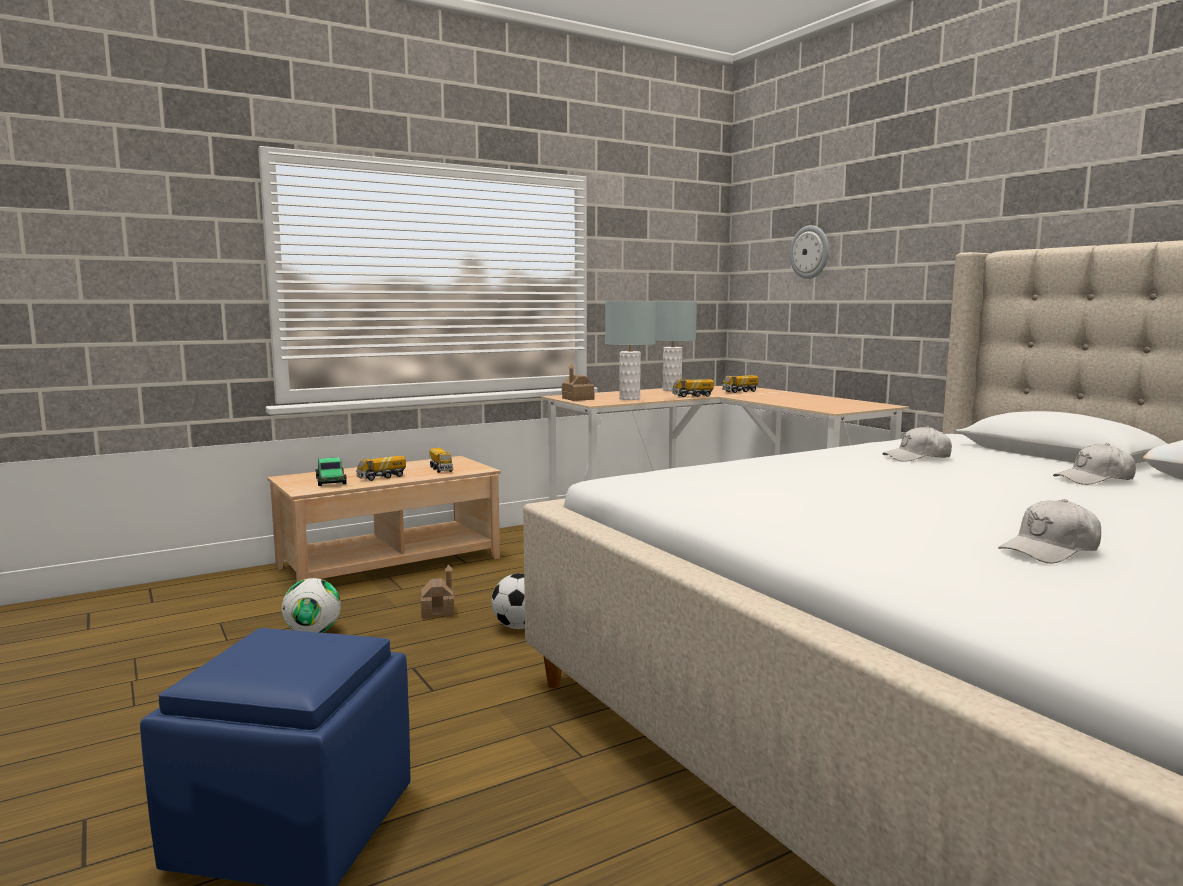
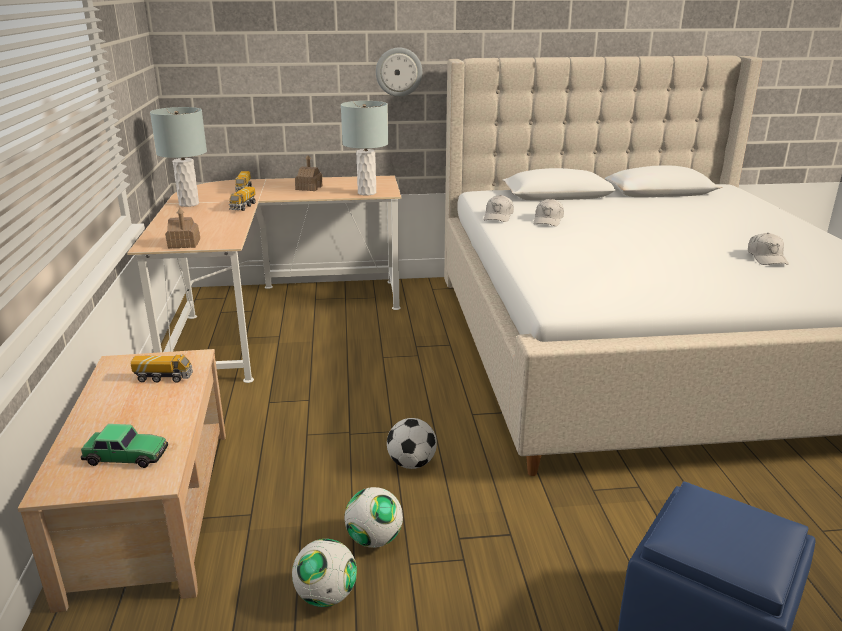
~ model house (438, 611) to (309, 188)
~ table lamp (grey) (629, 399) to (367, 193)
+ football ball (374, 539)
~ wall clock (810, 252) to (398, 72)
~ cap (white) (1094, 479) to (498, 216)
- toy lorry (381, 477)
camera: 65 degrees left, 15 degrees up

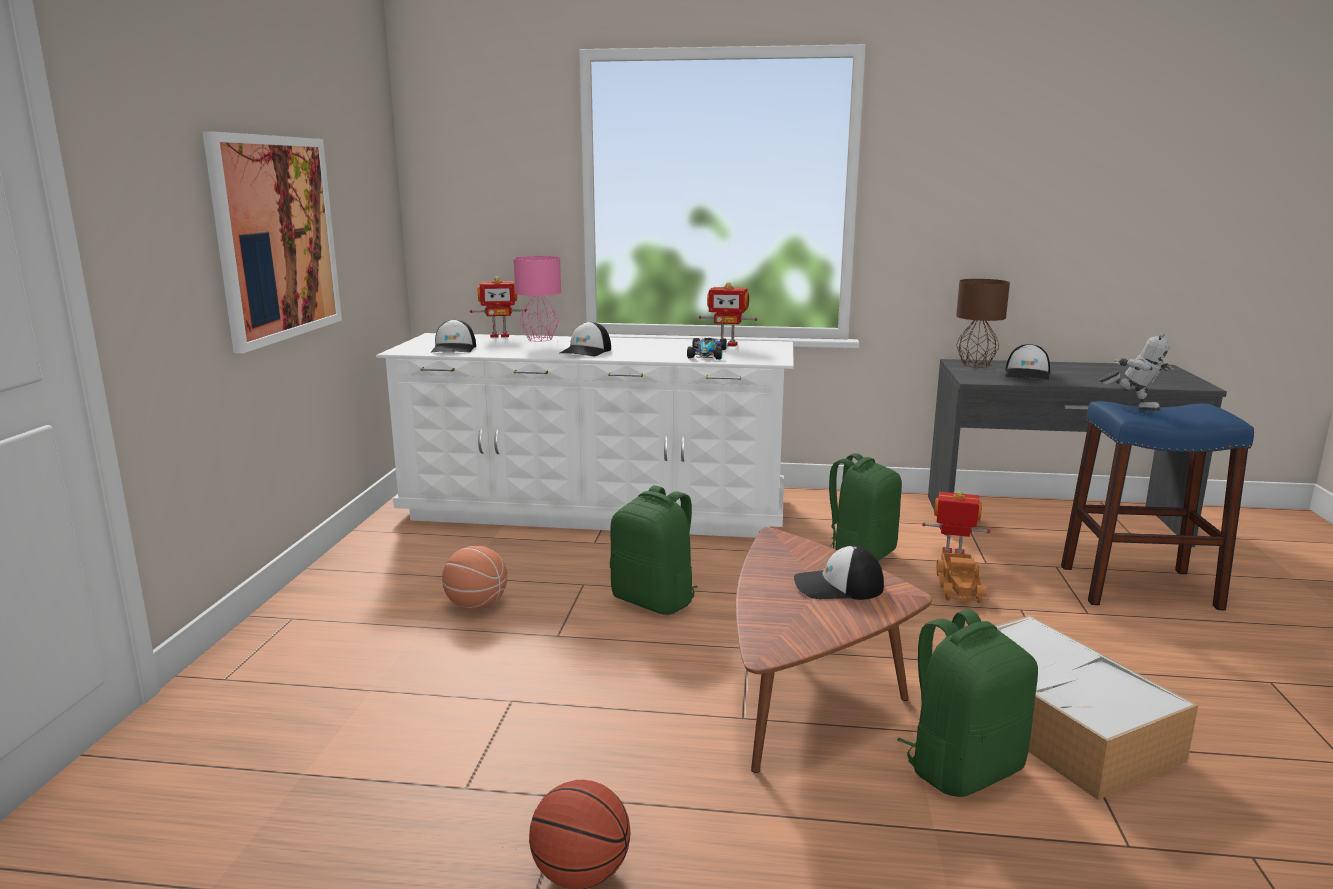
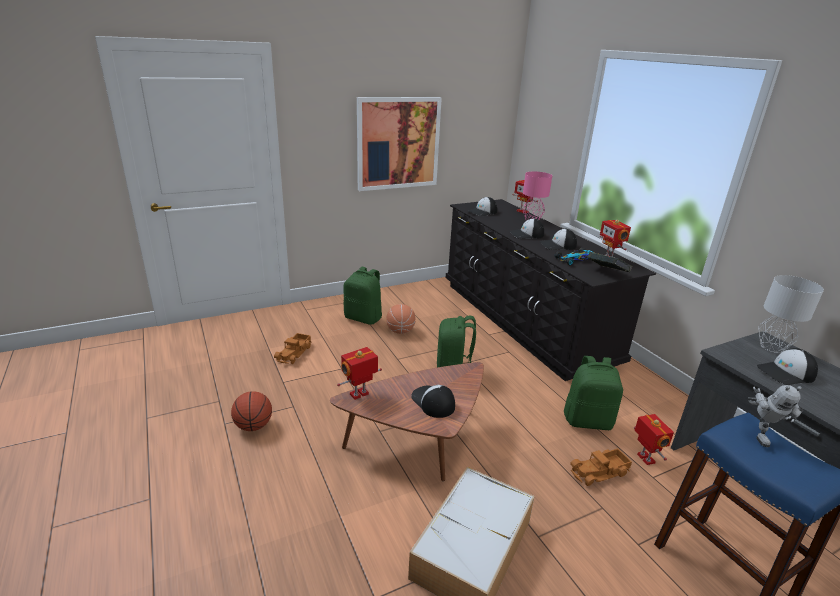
+ toy lorry (294, 353)
+ toy robot (359, 394)
~ knapsack (green-coloured) (962, 768) to (364, 318)
~ chest of drawers (white) (595, 509) to chest of drawers (blackish) (523, 321)
+ cap (558, 245)
+ volume (607, 273)
~ table lamp (brownish) (975, 365) to table lamp (grey) (771, 347)
camera: 55 degrees right, 10 degrees up

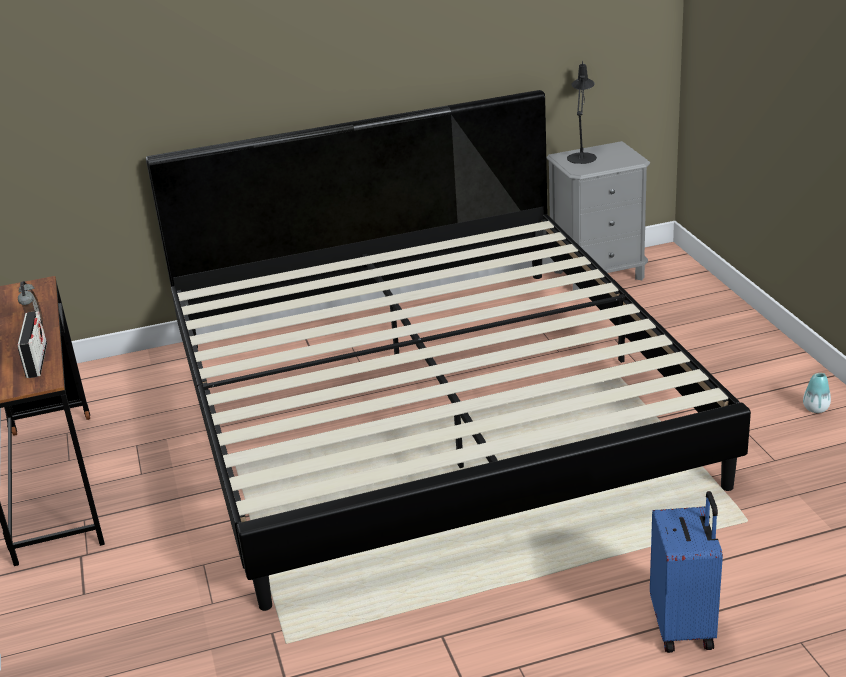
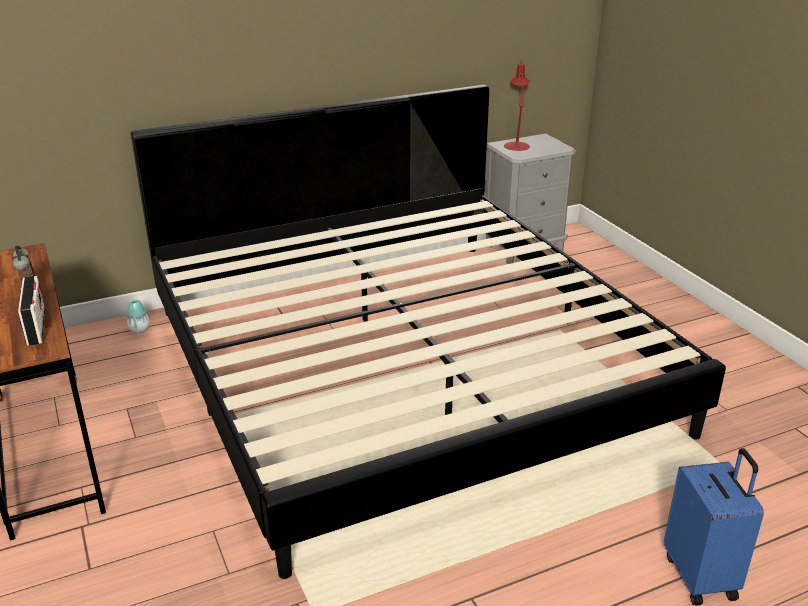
~ flower vase (815, 409) to (139, 330)
~ table lamp (blackish) (582, 156) to table lamp (red) (516, 145)
camera: 10 degrees left, 0 degrees up

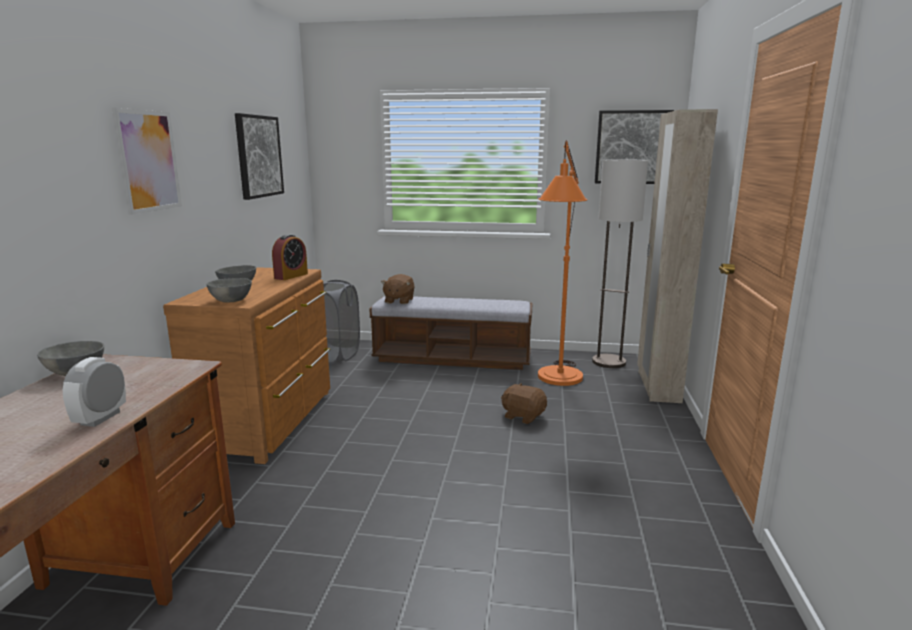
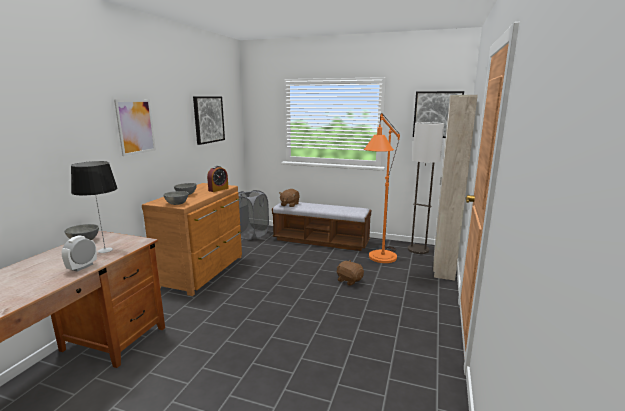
+ table lamp (105, 250)
camera: 10 degrees right, 0 degrees up

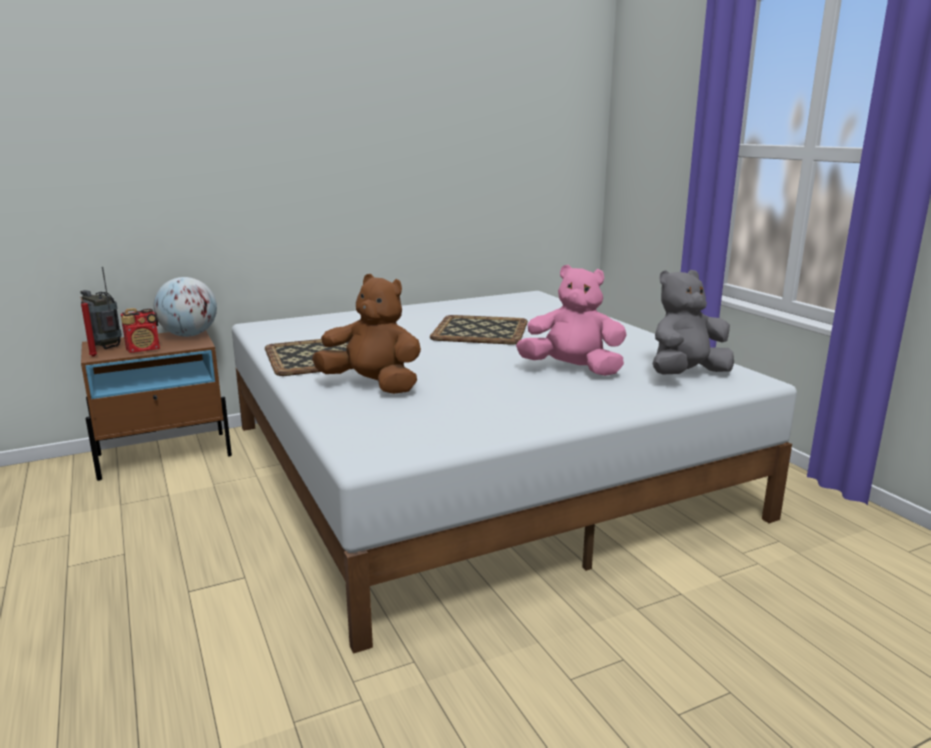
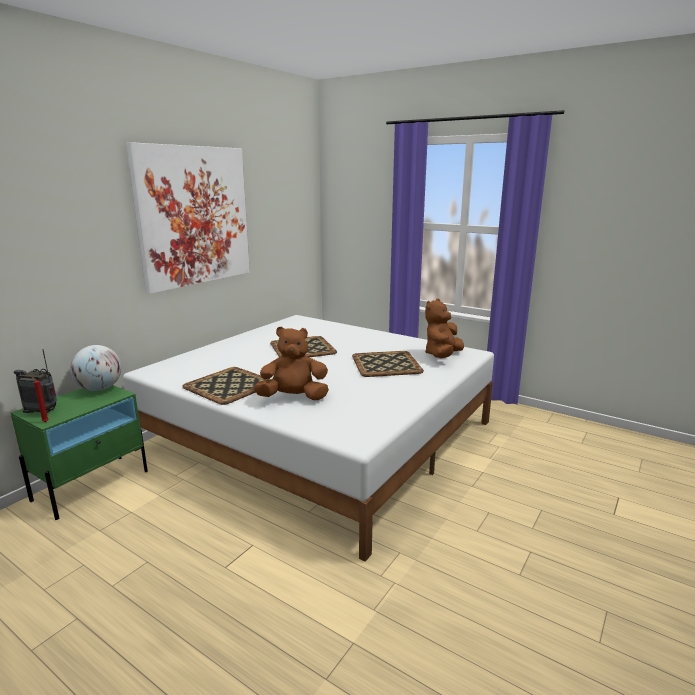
~ night table (brownish) (165, 455) to night table (green-coloured) (92, 485)
+ wall picture (194, 216)
~ cuddly toy (pinkish) (572, 370) to tray (386, 364)
~ cuddly toy (grey) (686, 375) to cuddly toy (brownish) (442, 355)
- radio (144, 349)
camera: 30 degrees left, 0 degrees up

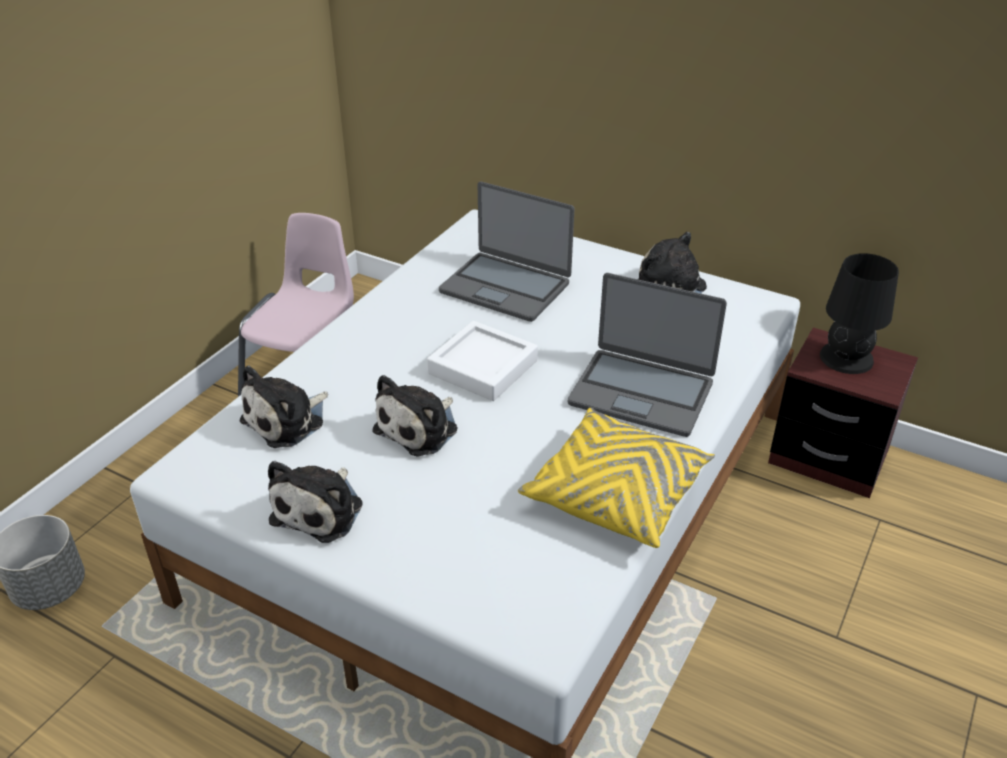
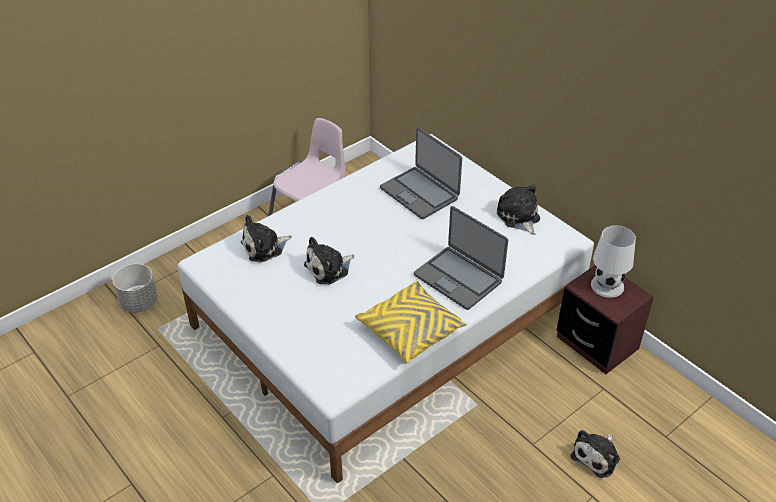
~ cuddly toy (321, 509) to (597, 456)
~ table lamp (blackish) (846, 358) to table lamp (white) (607, 286)
- tray (white) (483, 367)
camera: 20 degrees right, 5 degrees up

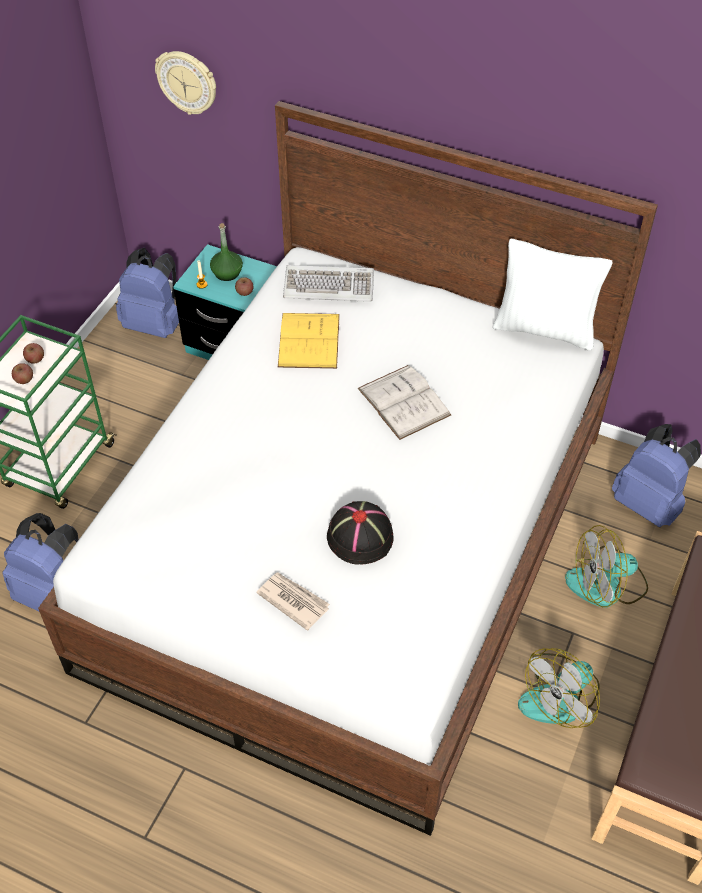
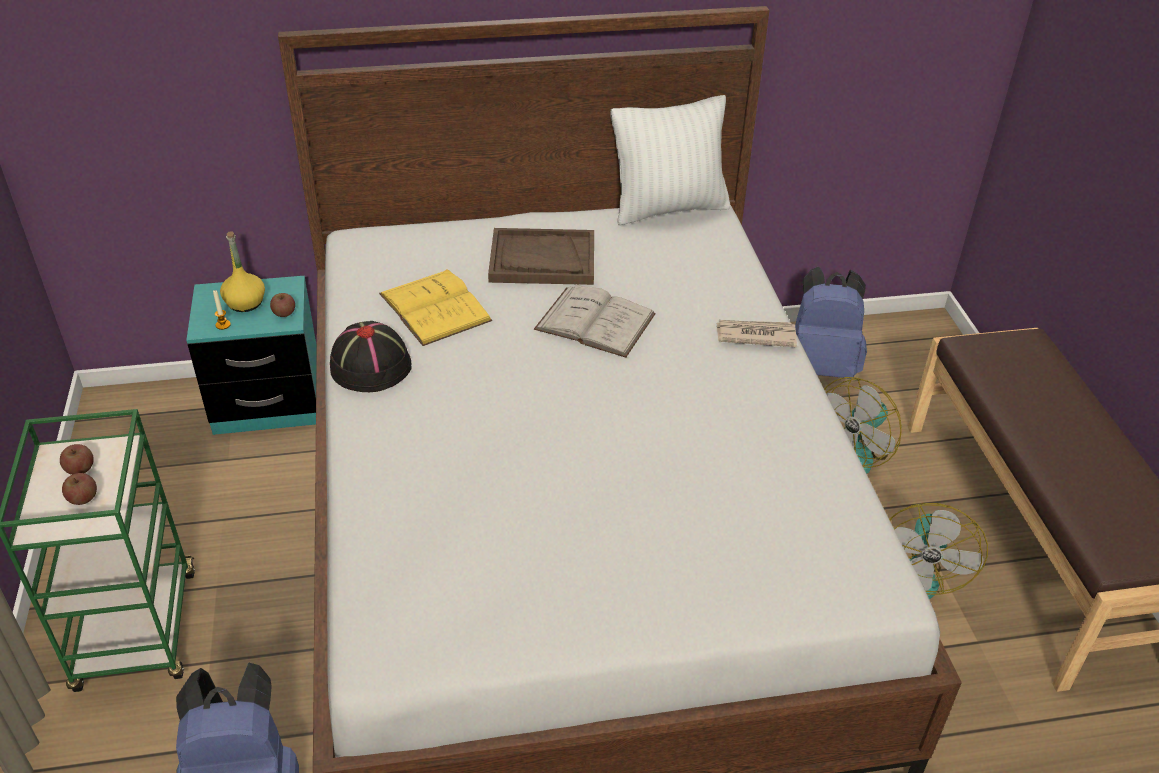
~ drink bottle (green-coloured) (227, 273) to drink bottle (yellow-coloured) (245, 303)
~ wearable hat (blackish) (360, 536) to (370, 365)
+ tray (brownish) (542, 260)
~ newspaper (293, 600) to (755, 335)
- knapsack (blue) (155, 324)
- wall clock (187, 82)
- computer keyboard (329, 286)
camera: 35 degrees left, 10 degrees down

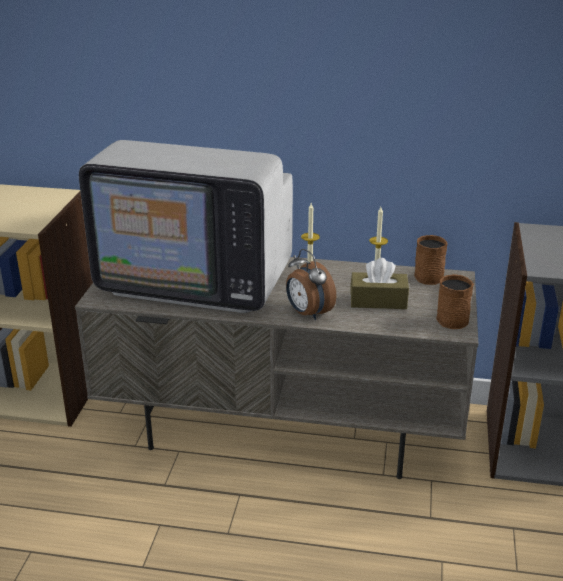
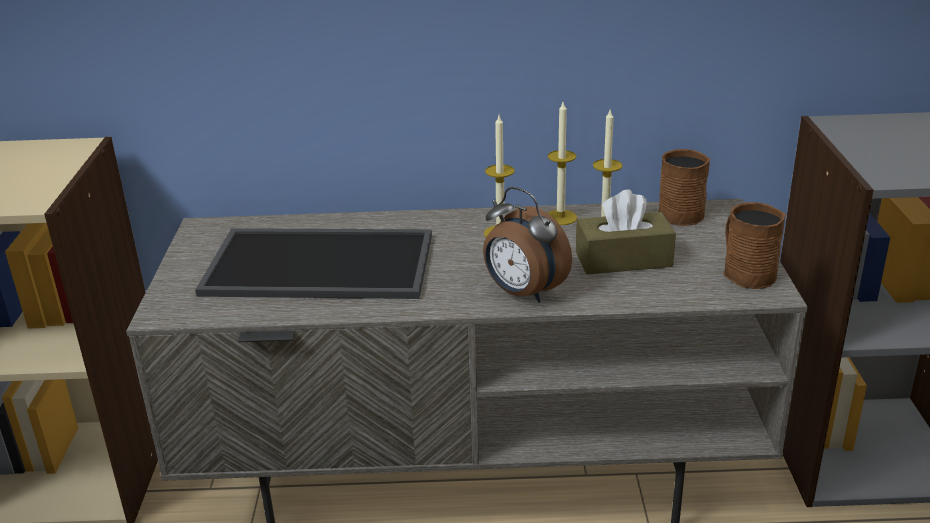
~ TV set (196, 281) to tray (322, 263)
+ wax candle (560, 217)
camera: 10 degrees left, 0 degrees up

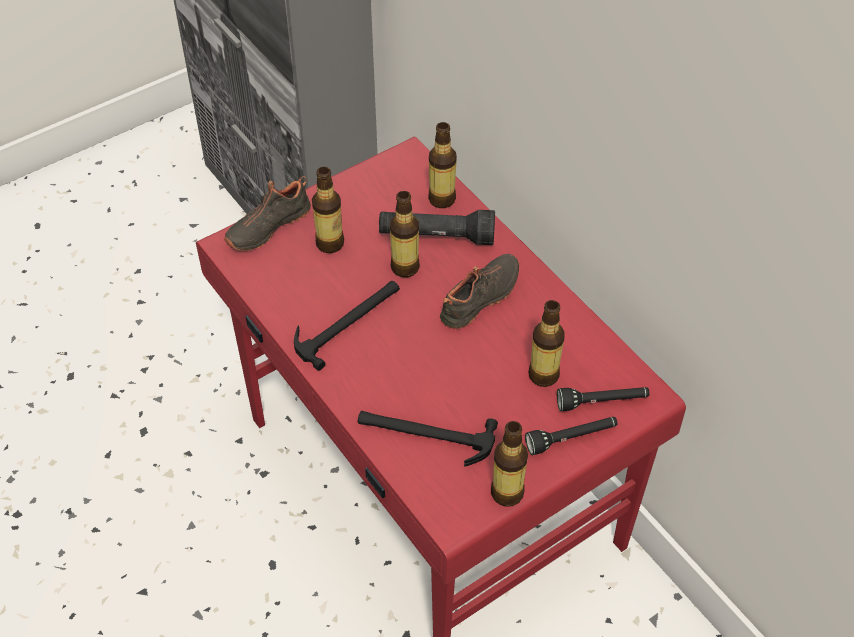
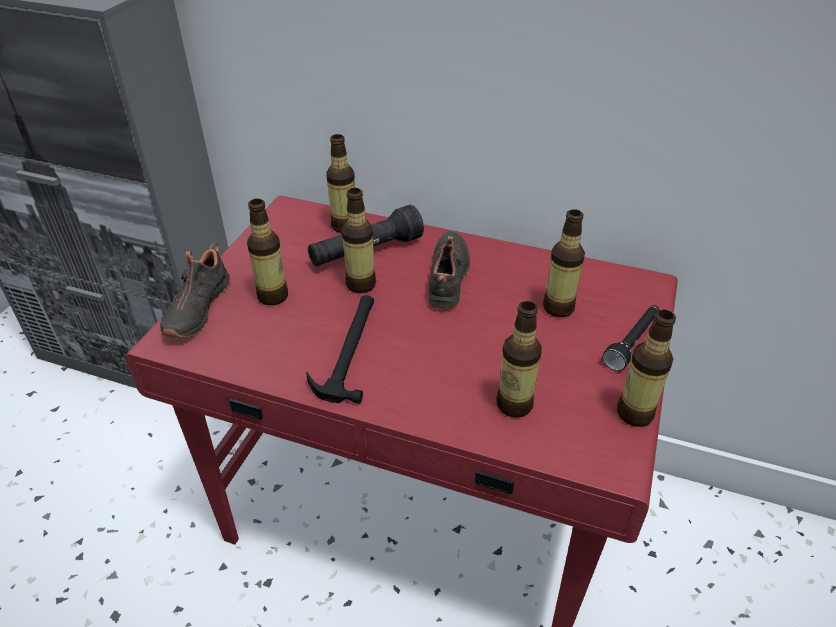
~ hand hammer (425, 434) to drink bottle (514, 405)
- hand torch (blackish) (602, 402)
camera: 35 degrees left, 10 degrees down

